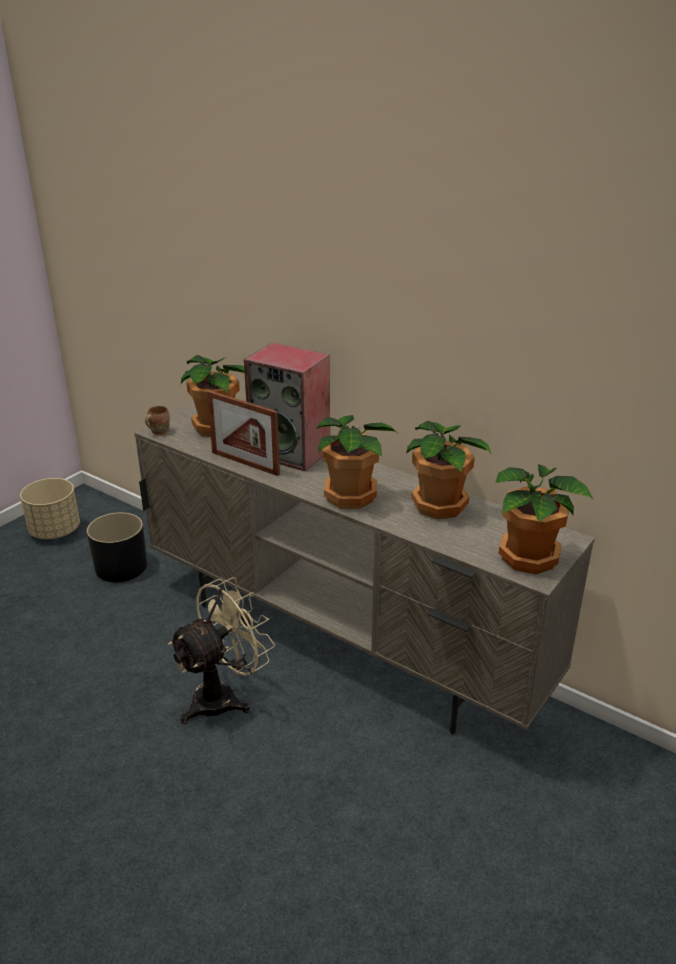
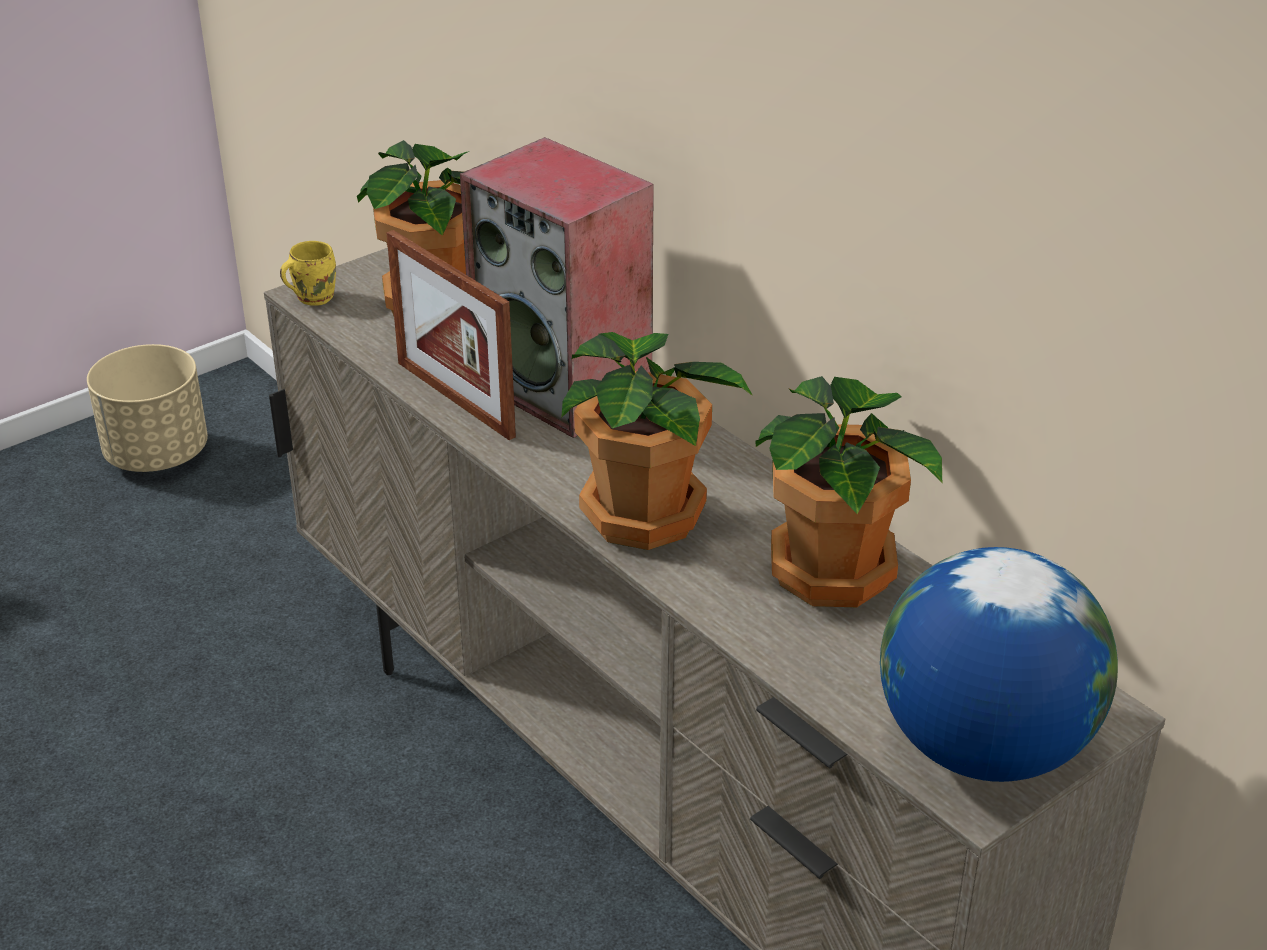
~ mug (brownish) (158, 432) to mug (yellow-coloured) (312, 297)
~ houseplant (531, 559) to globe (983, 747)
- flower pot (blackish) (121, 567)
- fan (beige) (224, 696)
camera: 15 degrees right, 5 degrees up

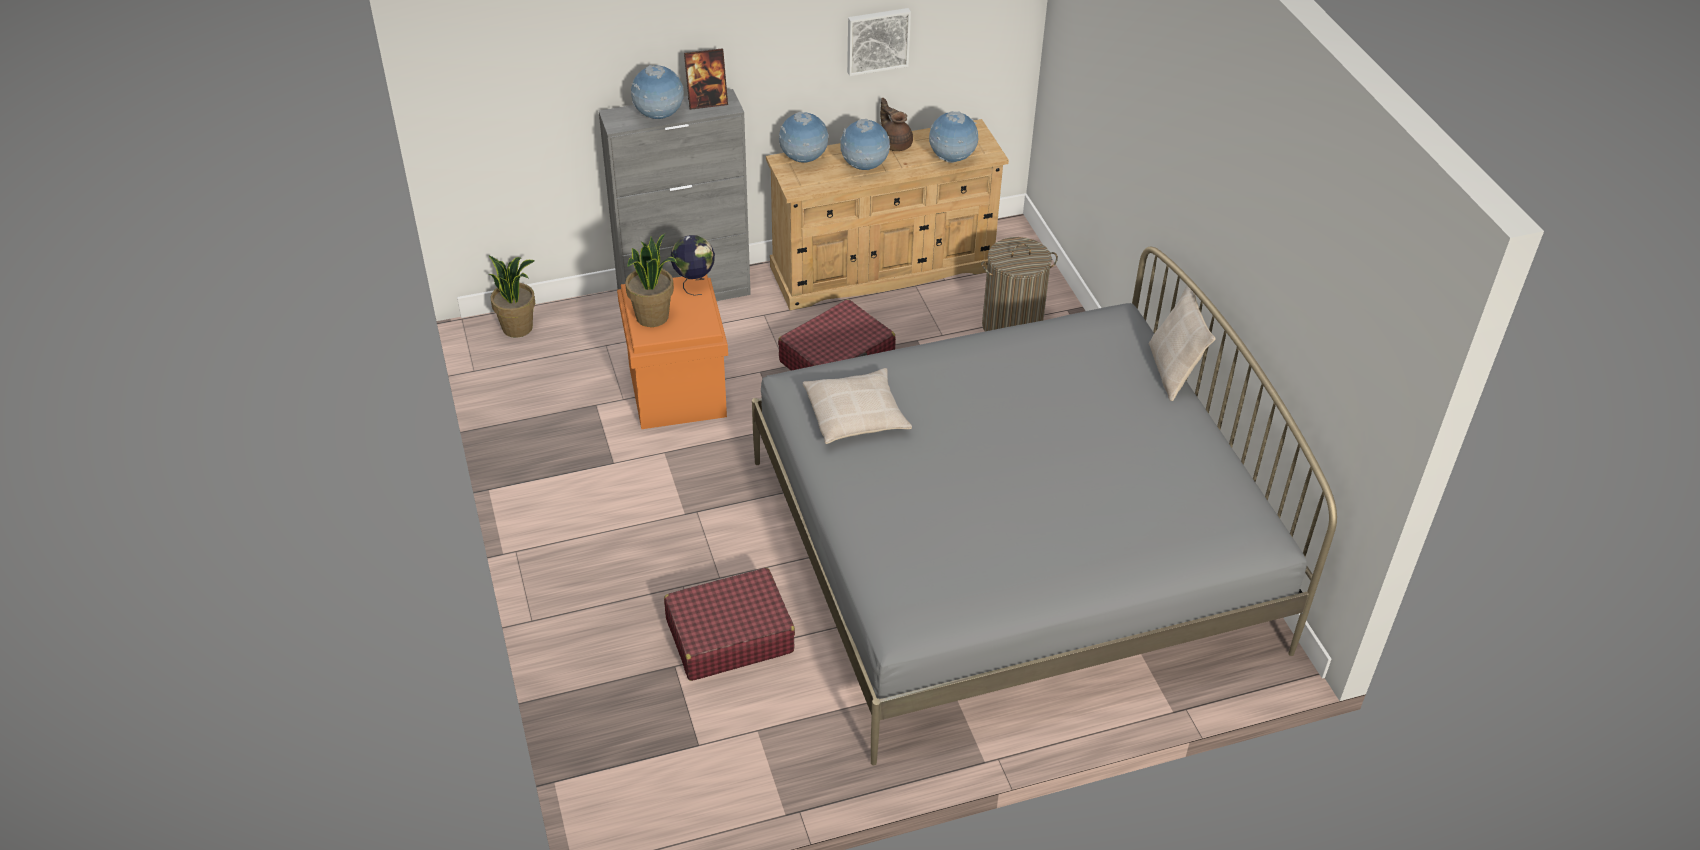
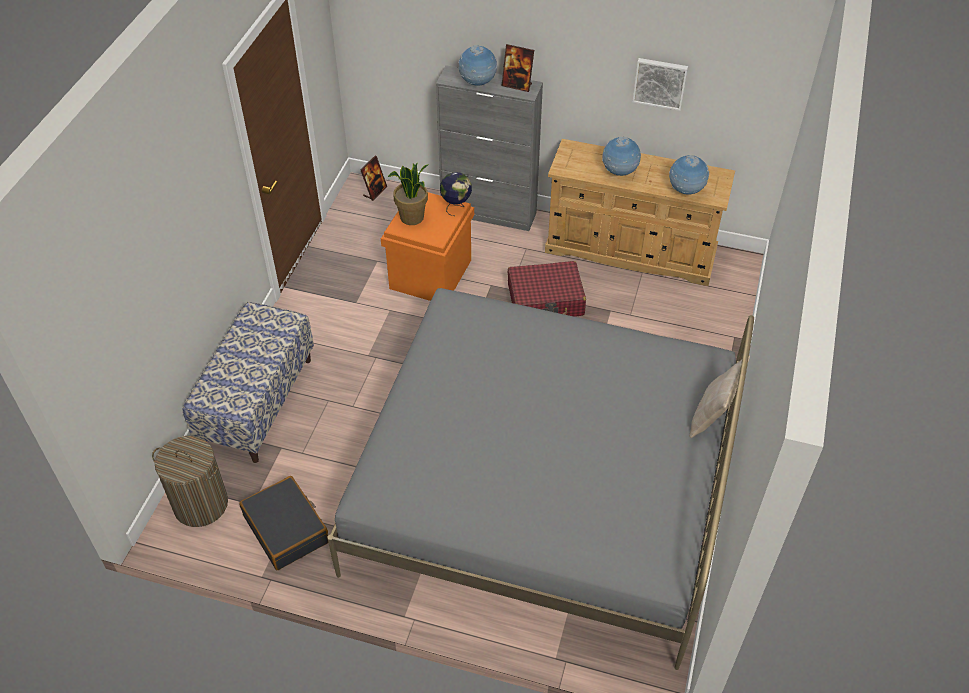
~ laundry basket (1012, 326) to (200, 504)
+ bench (257, 402)
+ piece of luggage (blackish) (287, 529)
~ houseplant (518, 327) to photo frame (375, 191)
- piece of luggage (red) (729, 636)
- globe (803, 160)
- cushion (beige) (856, 415)
- teapot (brownish) (895, 143)
camera: 35 degrees right, 5 degrees up

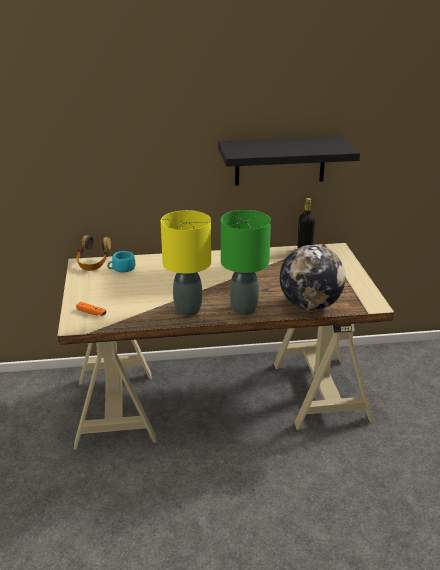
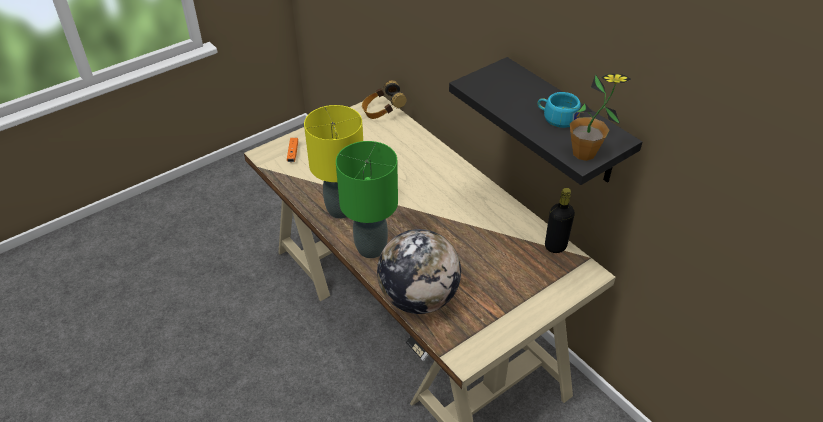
~ cup (turquoise) (121, 269) to (556, 118)
+ houseplant (584, 153)
camera: 60 degrees right, 15 degrees up

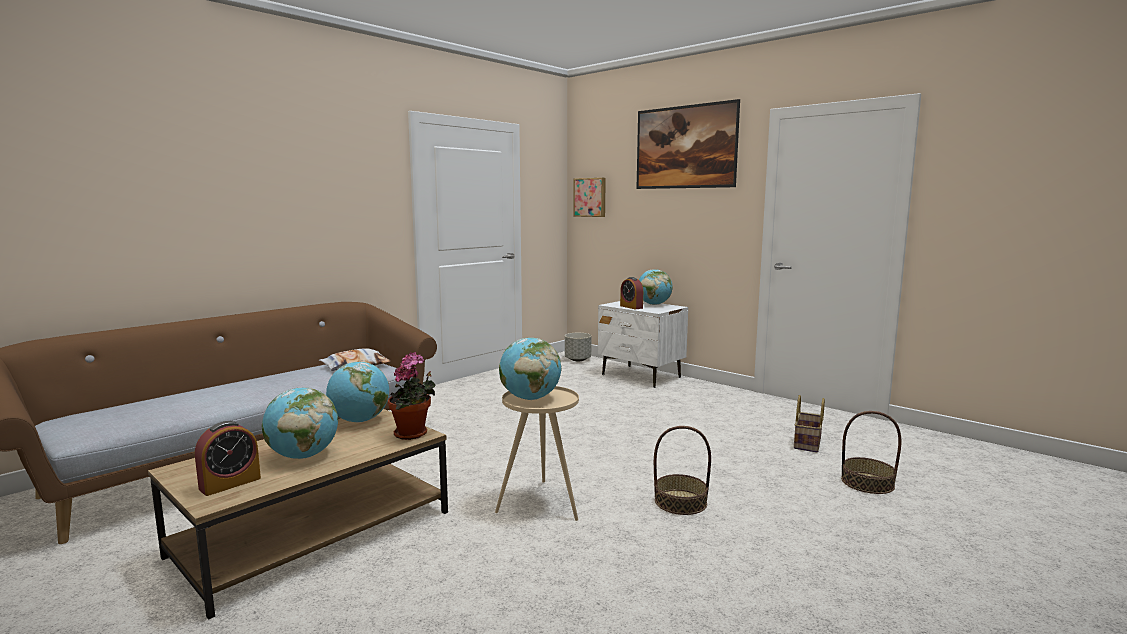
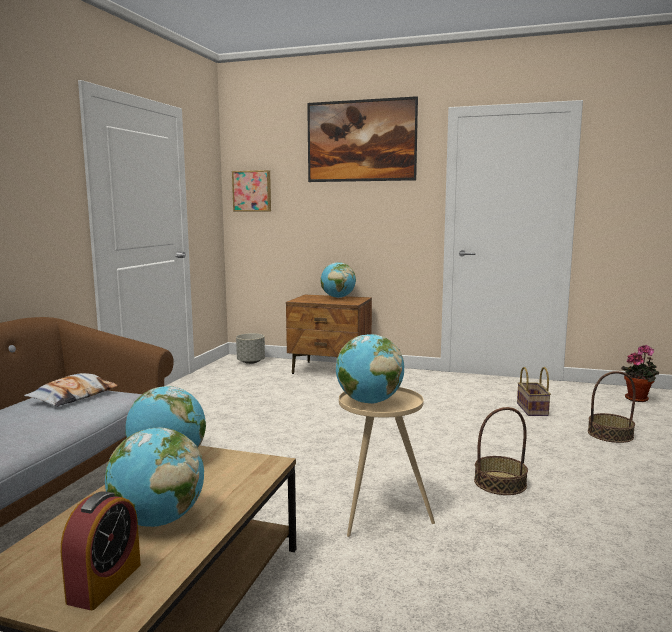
~ night table (white) (641, 376) to night table (brownish) (330, 370)
~ houseplant (413, 434) to (638, 399)
- table clock (631, 307)
camera: 25 degrees left, 0 degrees up

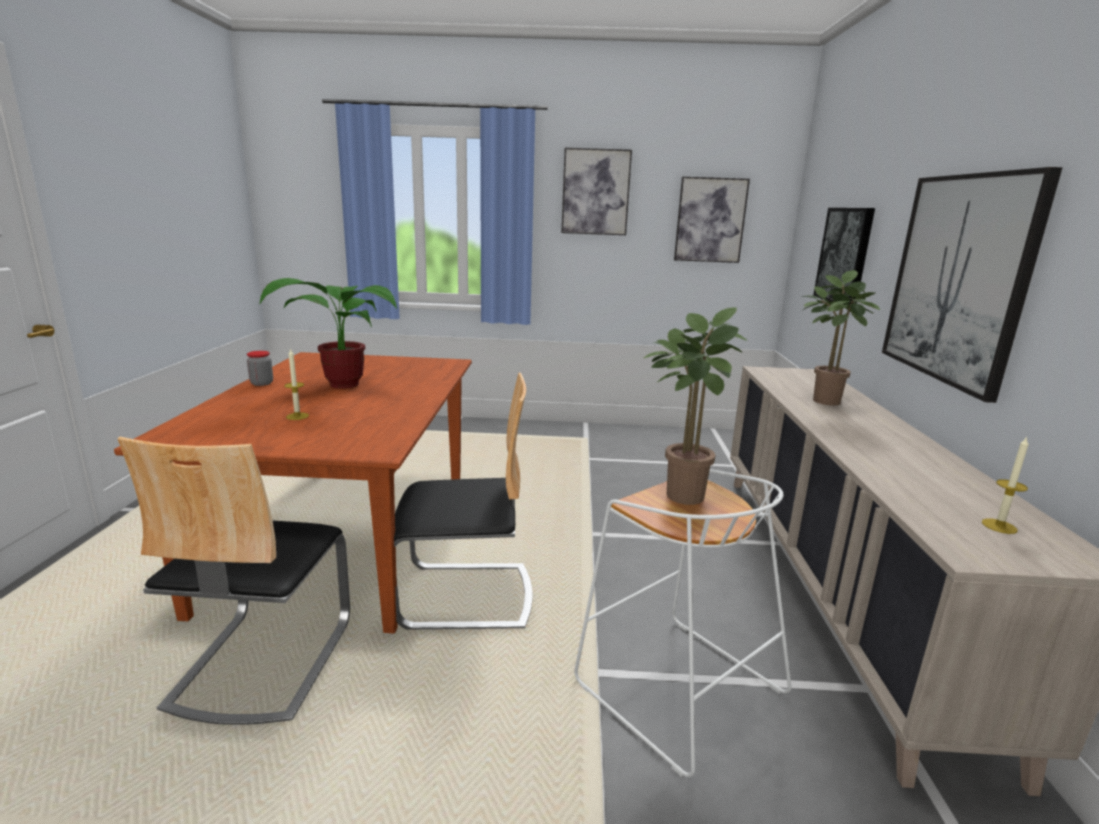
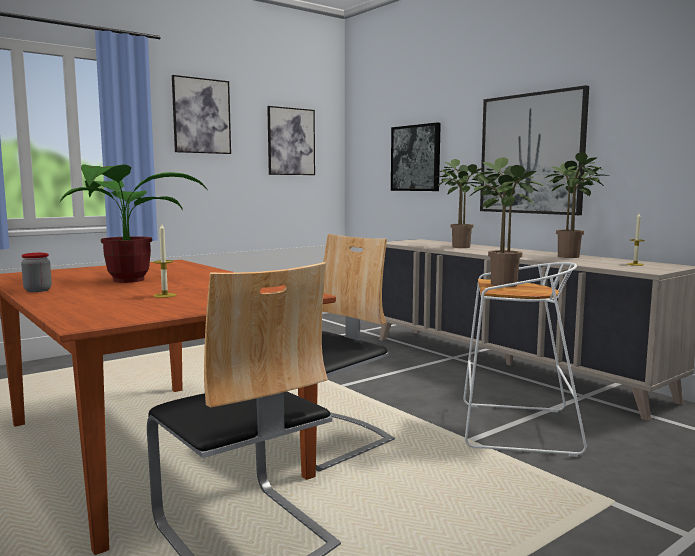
+ houseplant (572, 257)
camera: 40 degrees left, 10 degrees down

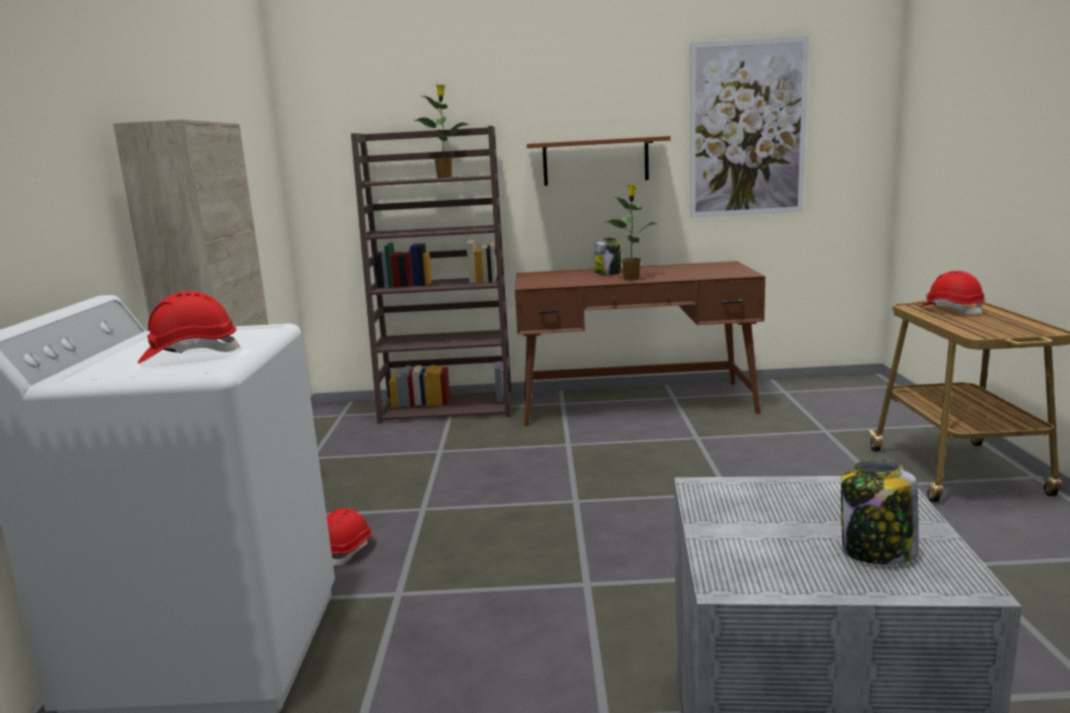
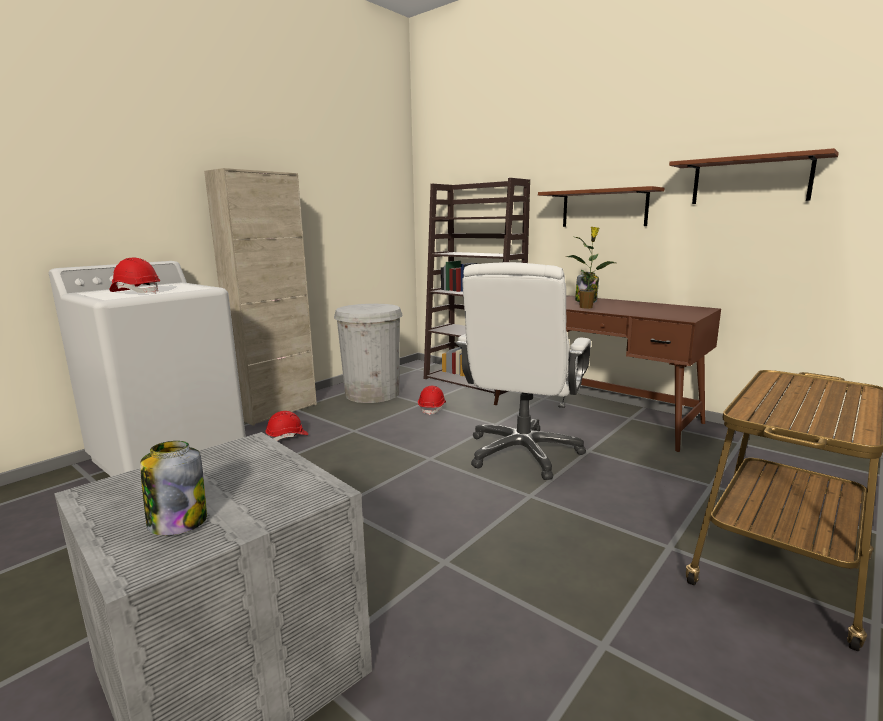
+ waste bin (white) (372, 393)
~ work helmet (red) (951, 310) to (432, 408)
+ computer chair (white) (523, 453)
~ wall picture (747, 129) to wall shelf (brownish) (750, 180)
- houseplant (445, 177)
camera: 40 degrees right, 0 degrees up

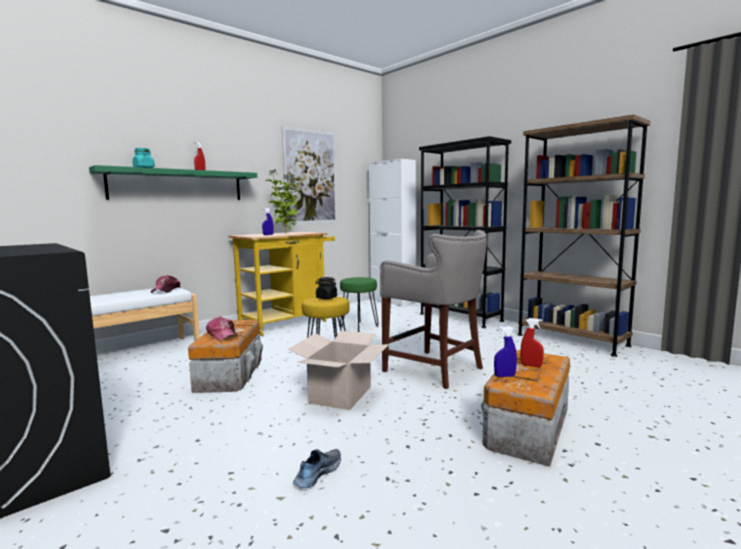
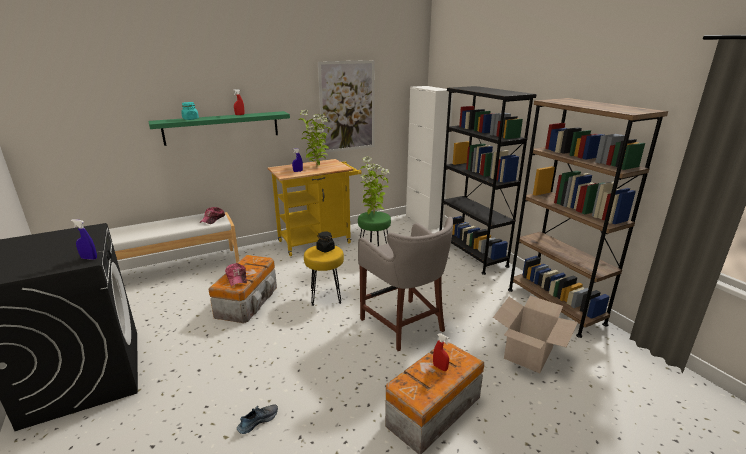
~ hand sprayer (blue) (504, 376) to (89, 258)
+ houseplant (373, 214)
~ cardboard box (340, 394) to (528, 353)
camera: 15 degrees right, 15 degrees up

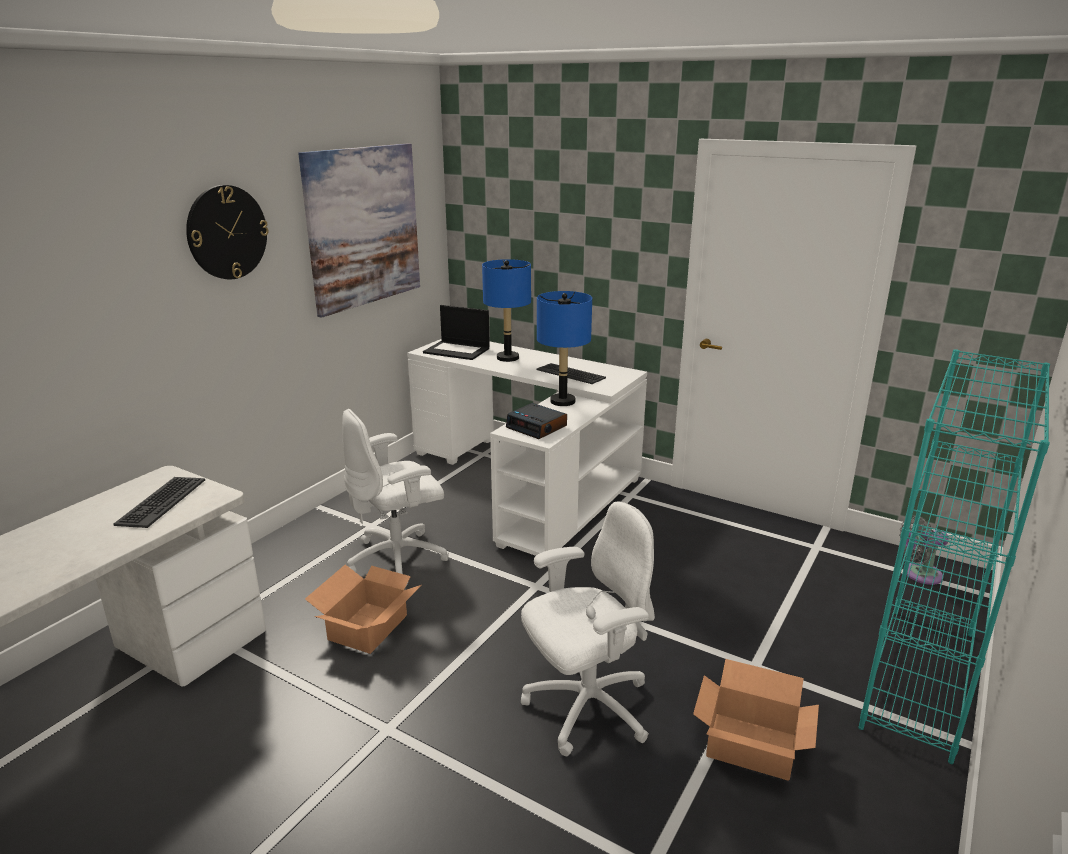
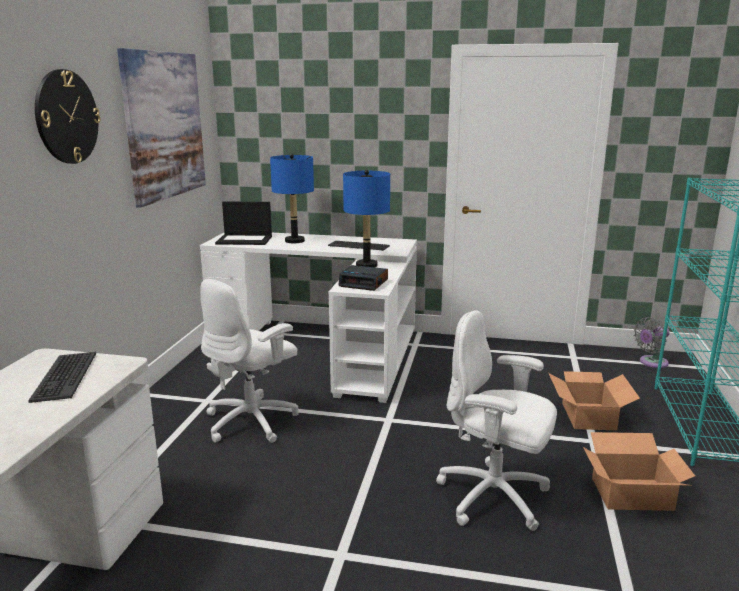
~ computer chair (white) (586, 708) = (494, 497) 105 degrees counterclockwise
~ cardboard box (369, 627) to (589, 416)
camera: 20 degrees left, 5 degrees down

